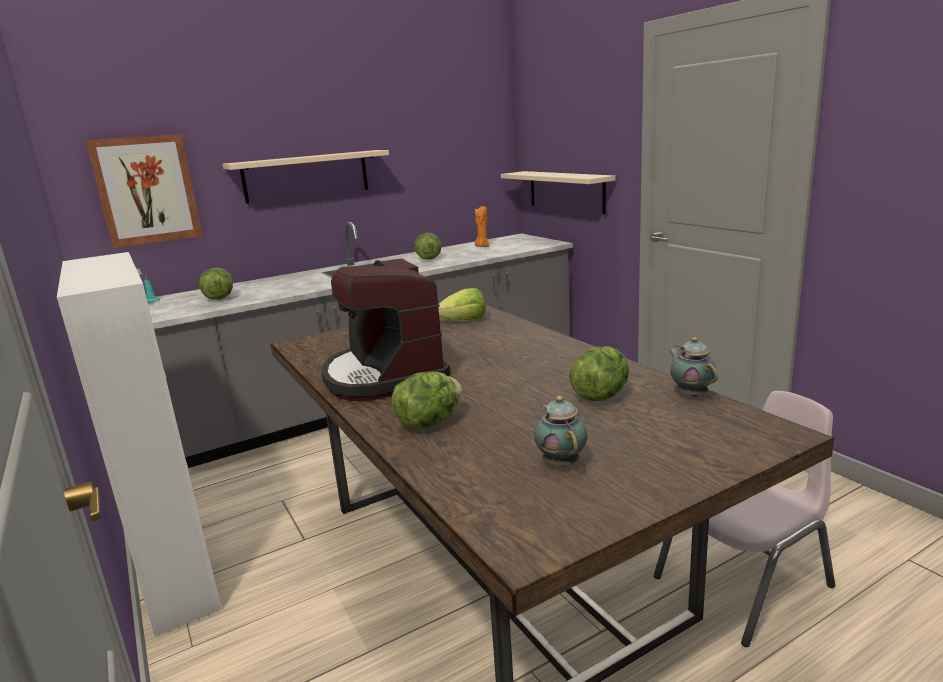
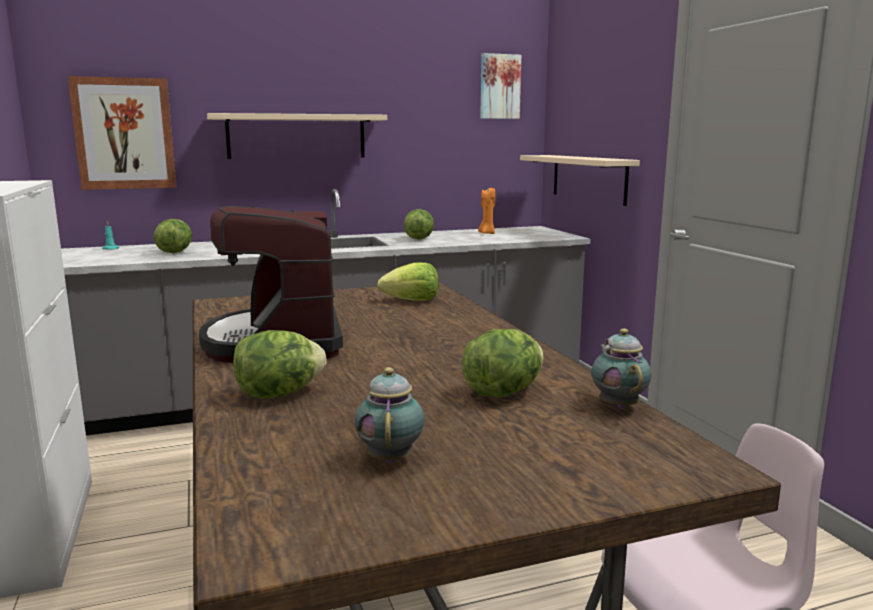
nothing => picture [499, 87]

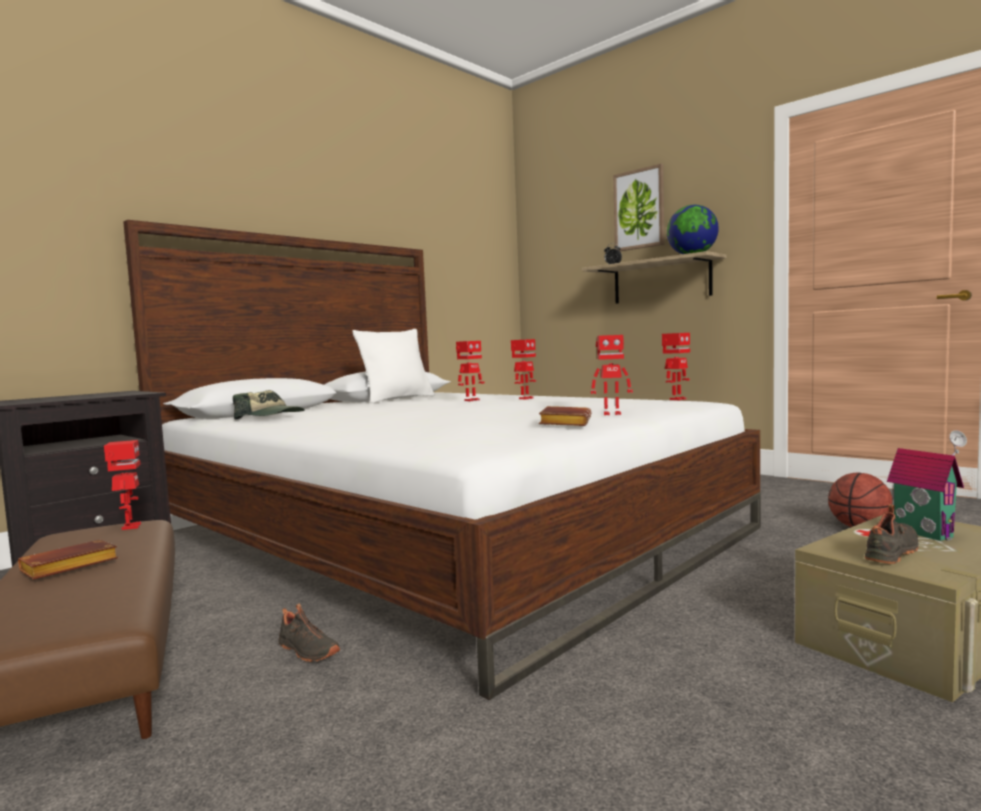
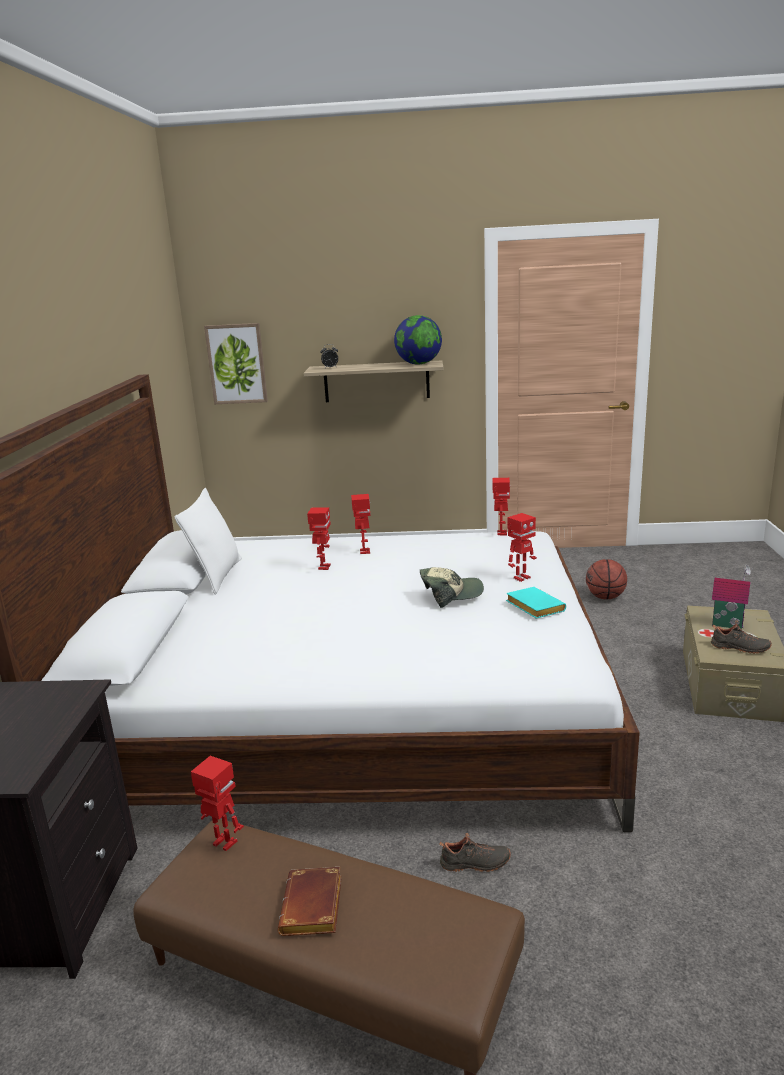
picture [639, 209] => picture [237, 364], relocated
cap [270, 417] => cap [451, 594], relocated
brown book [563, 423] => turquoise book [533, 607]
black shoe [893, 552] => black shoe [740, 648], 105 degrees clockwise

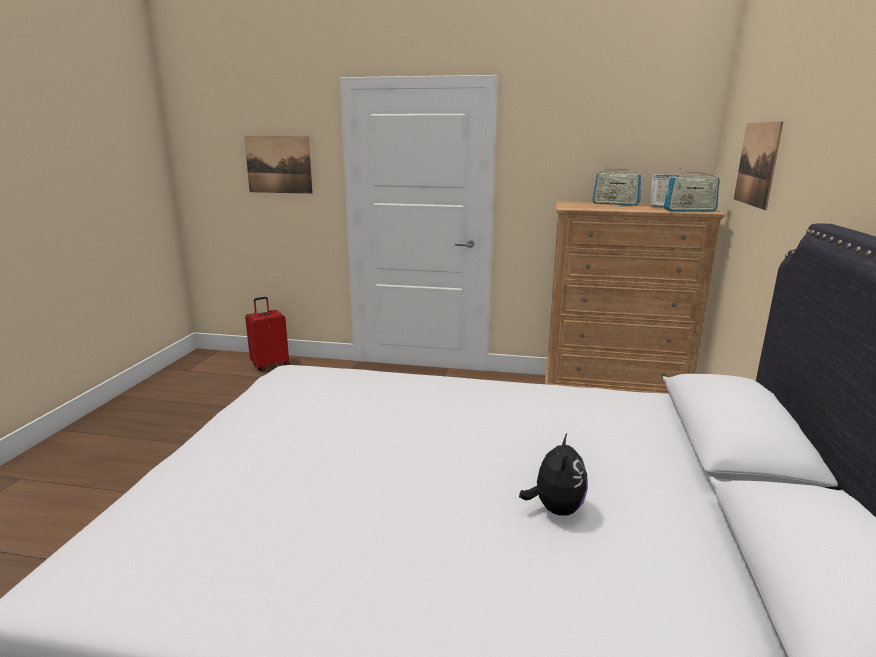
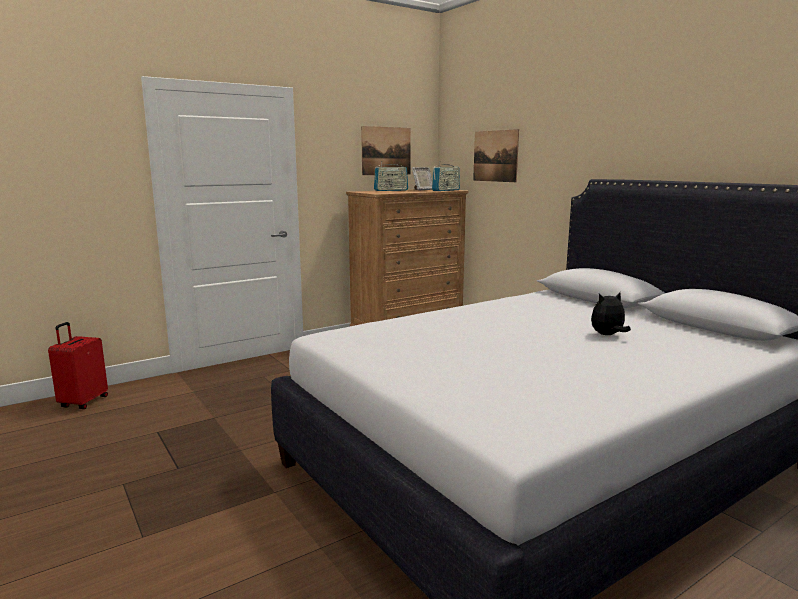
picture [278, 164] => picture [386, 151], relocated
plush toy [555, 509] => plush toy [607, 335], 75 degrees counterclockwise

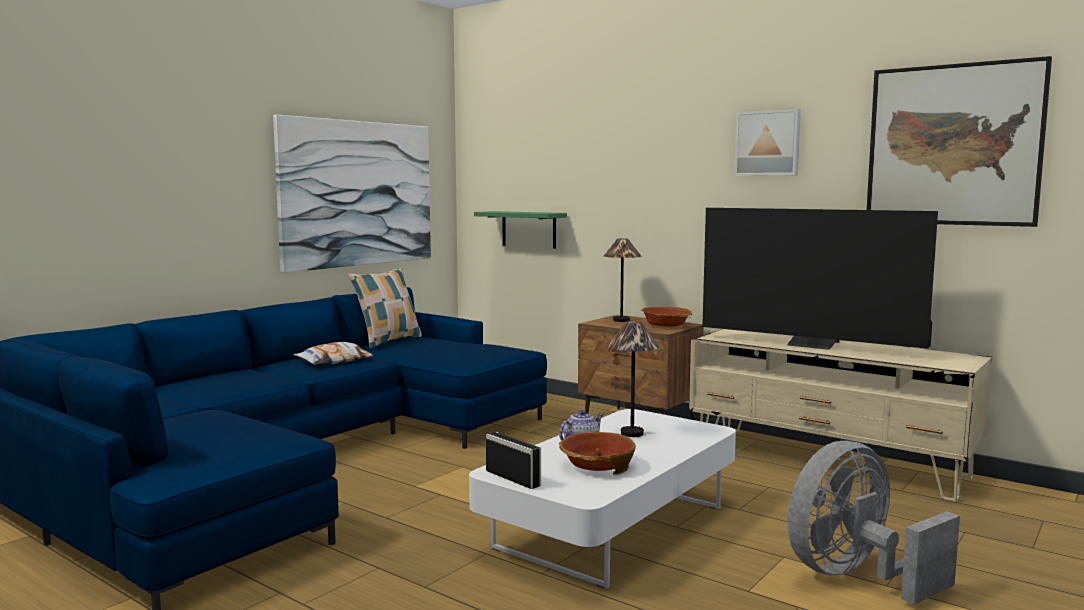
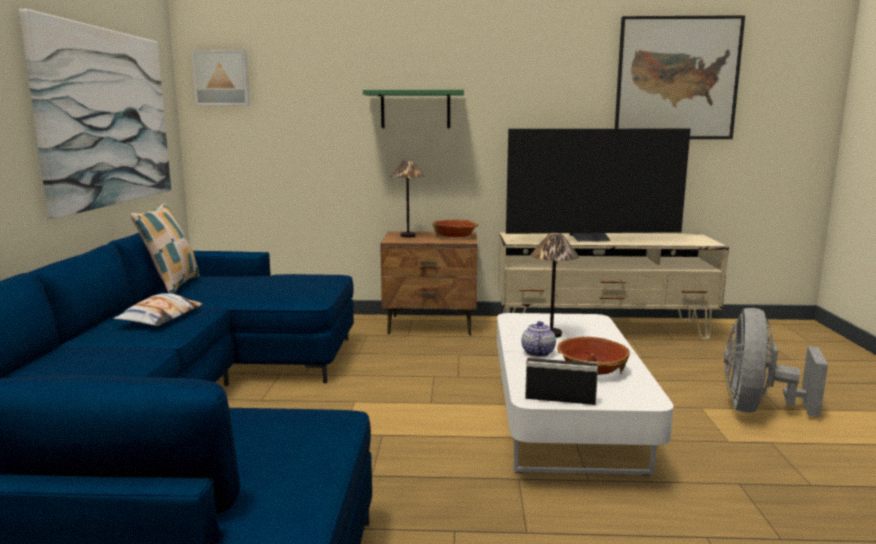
picture [768, 143] => picture [222, 78], relocated
green shelf [529, 229] => green shelf [415, 109], relocated

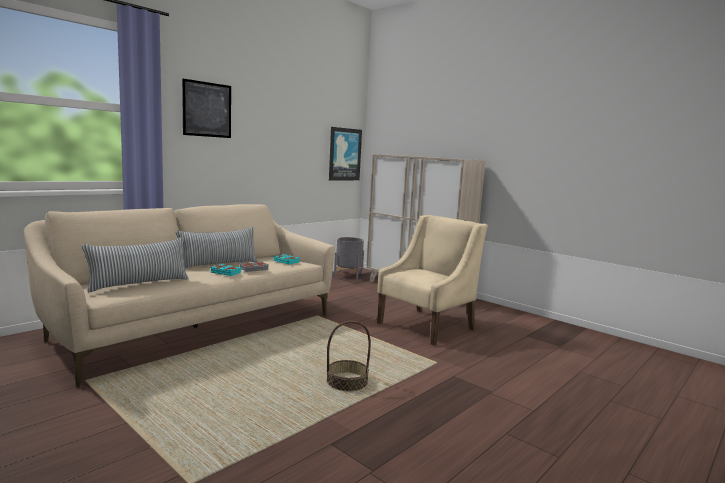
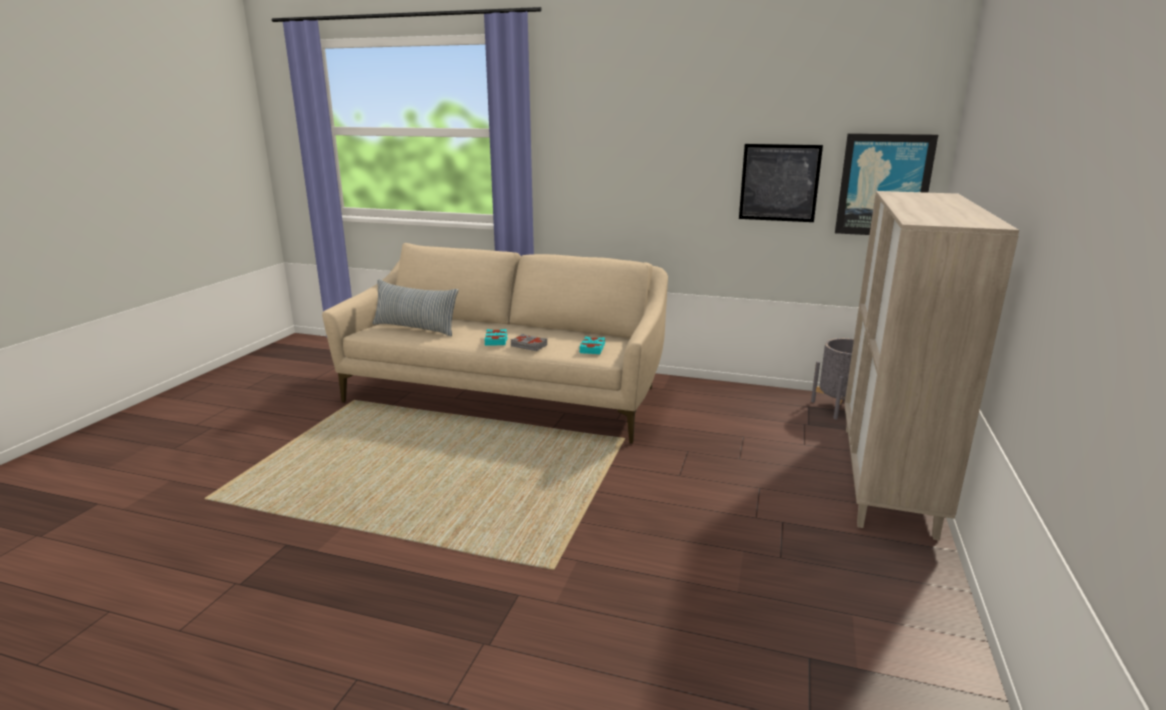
picture [207, 109] => picture [779, 183], relocated
beige armchair [427, 326] => nothing
pillow [218, 264] => nothing
basket [347, 382] => nothing

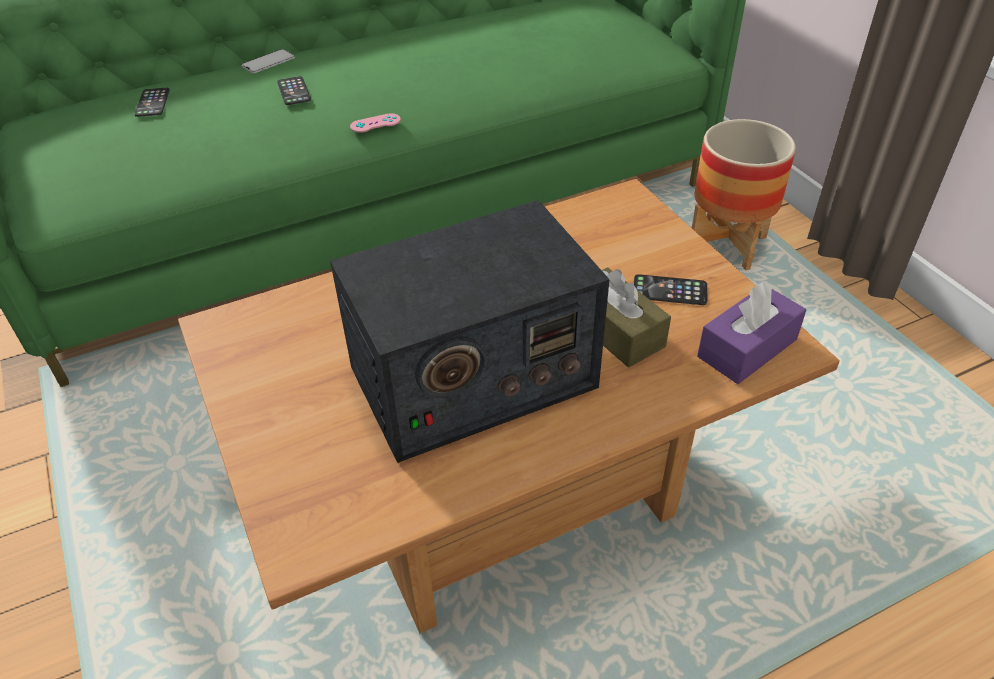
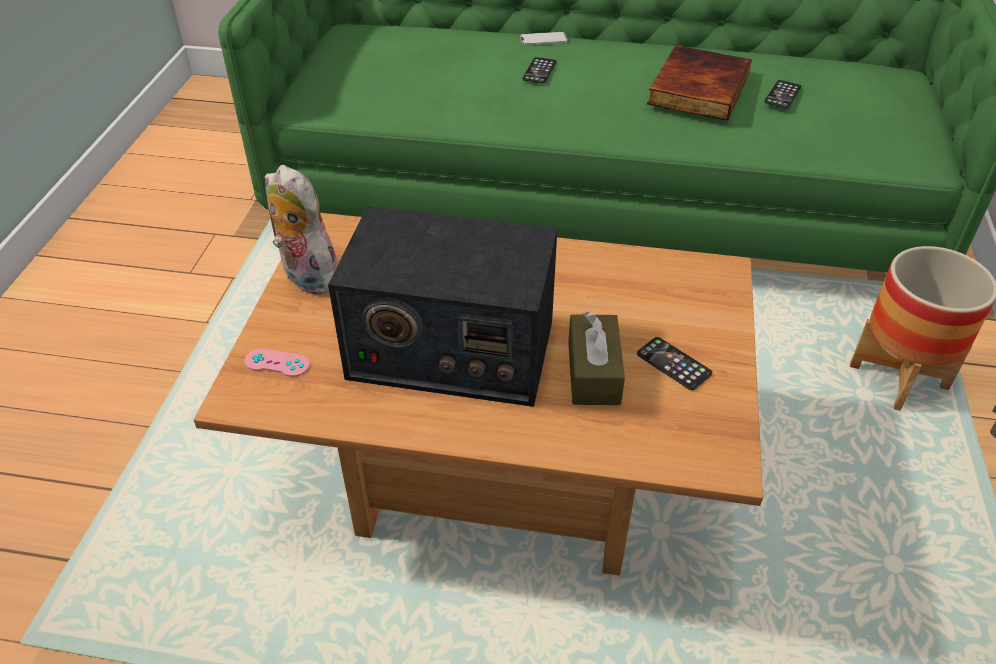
phone [152, 103] => phone [782, 95], relocated
pink game controller [375, 123] => pink game controller [277, 363], relocated
purple tissue box [747, 348] => nothing
nothing => book [696, 88]
nothing => plush toy [306, 277]

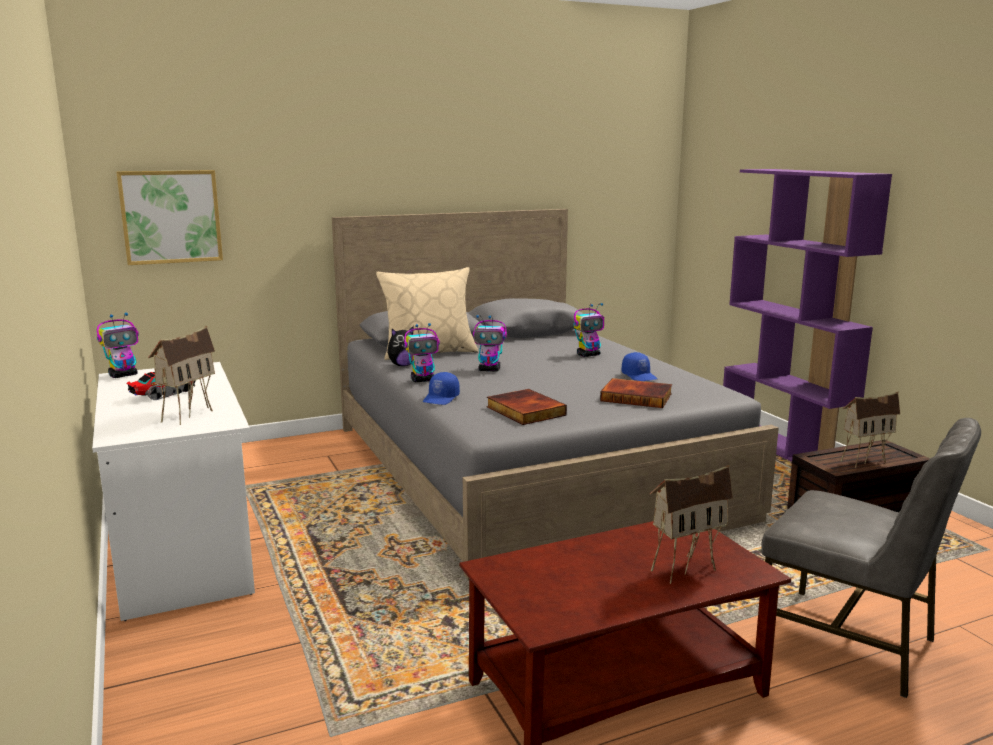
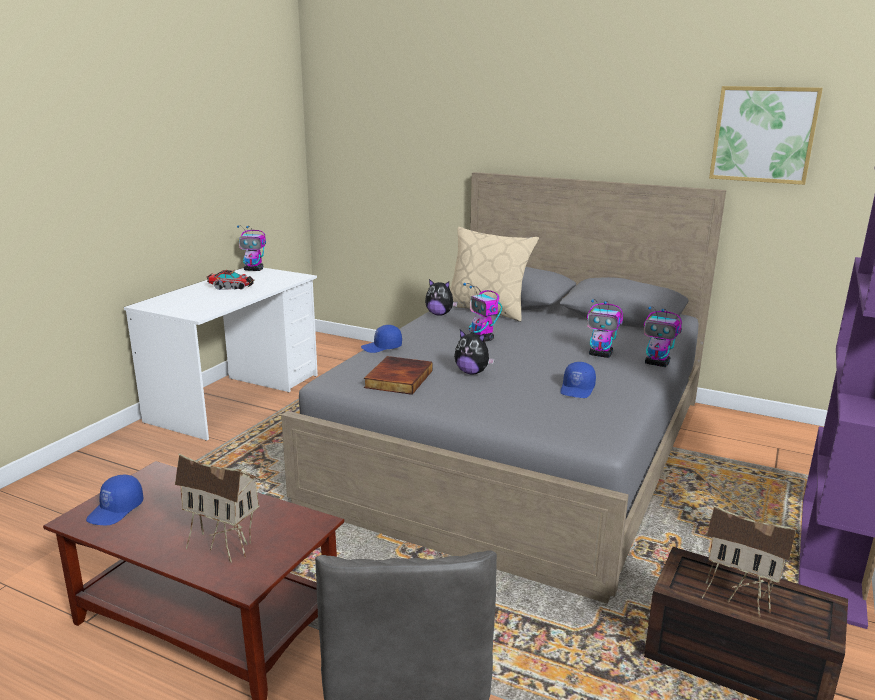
picture [171, 217] => picture [763, 134], relocated
toy robot [423, 380] => toy robot [657, 364], relocated
toy house [187, 414] => nothing
book [637, 397] => nothing
nothing => plush toy [472, 372]
nothing => blue cap [116, 510]

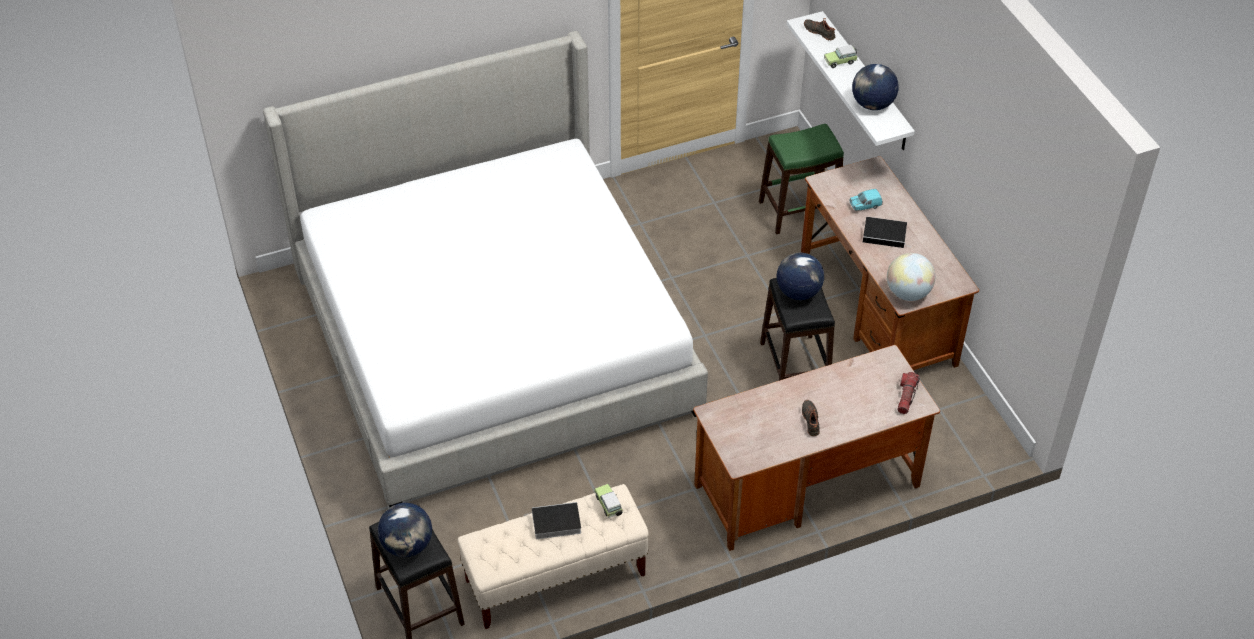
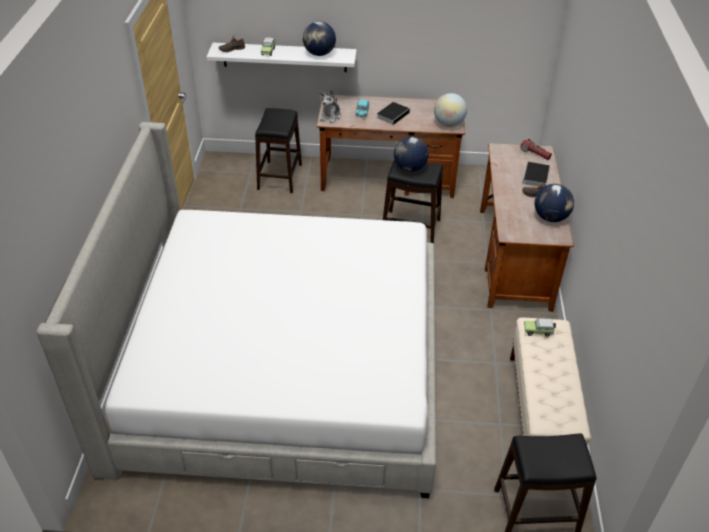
green stool [799, 211] => black stool [280, 177]
book [554, 523] => book [535, 177], relocated
globe [407, 545] => globe [551, 218], relocated
nothing => plush toy [331, 116]

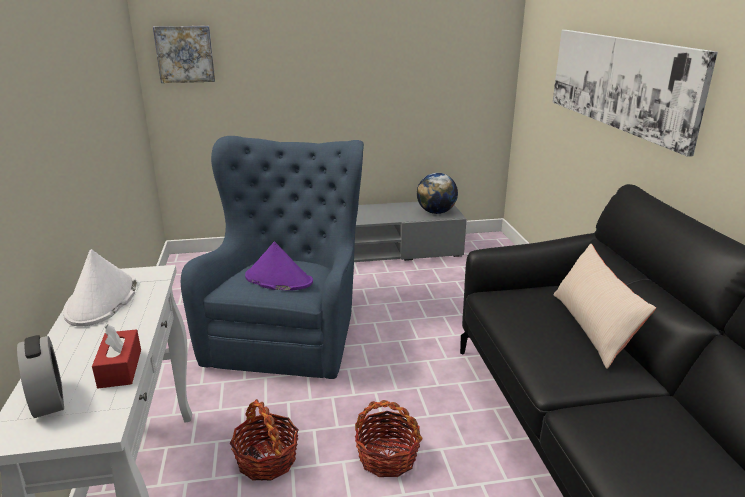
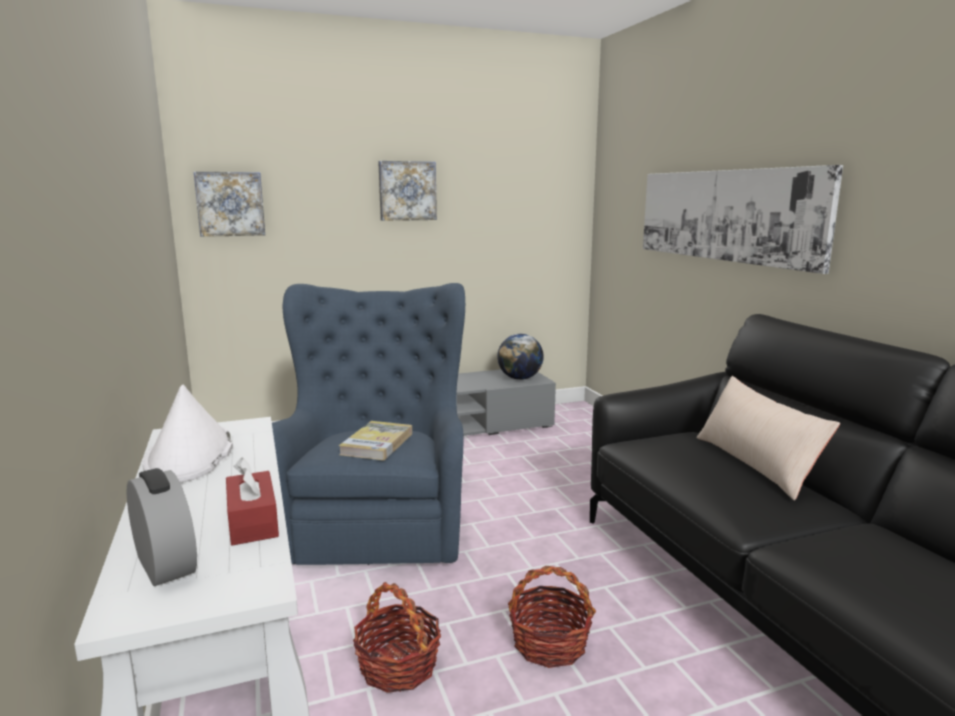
purple hat [278, 279] => book [377, 444]
nothing => picture [407, 191]

